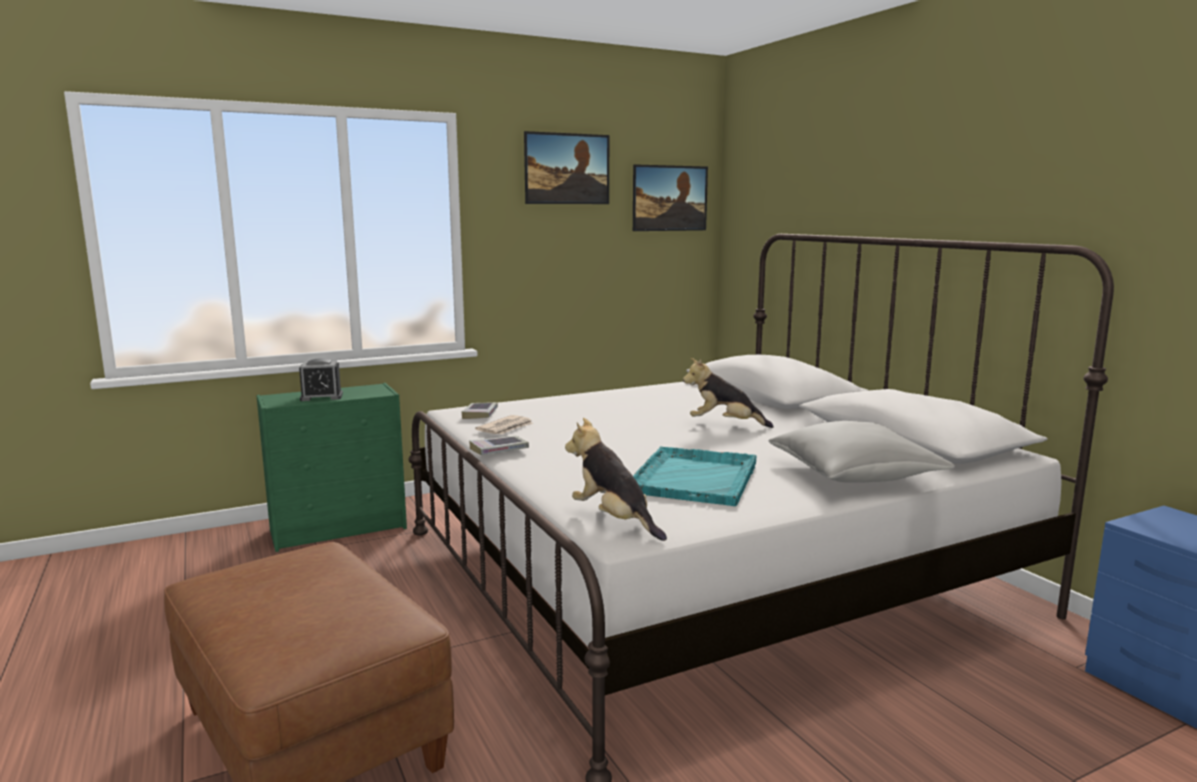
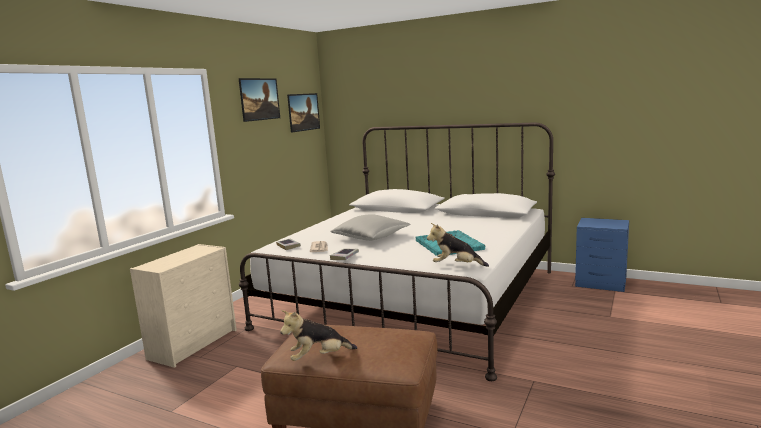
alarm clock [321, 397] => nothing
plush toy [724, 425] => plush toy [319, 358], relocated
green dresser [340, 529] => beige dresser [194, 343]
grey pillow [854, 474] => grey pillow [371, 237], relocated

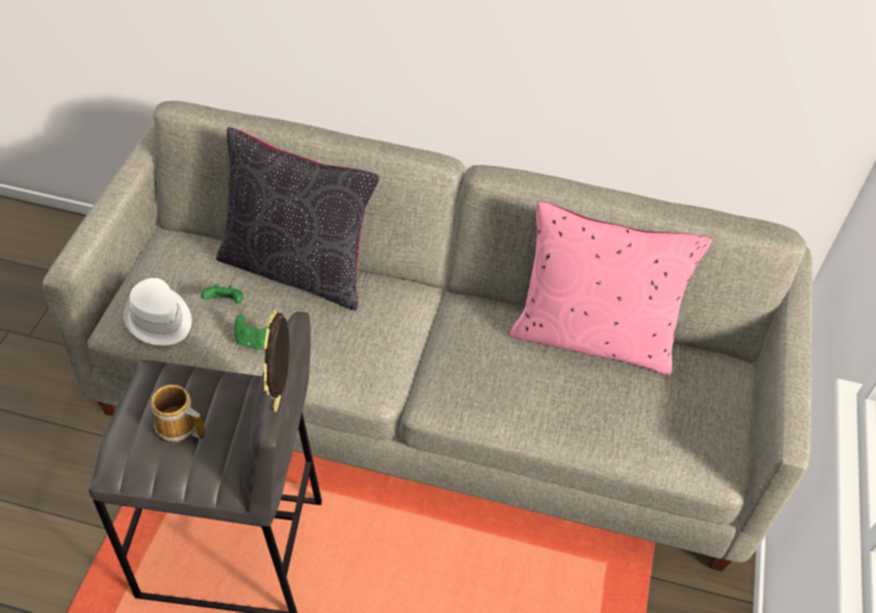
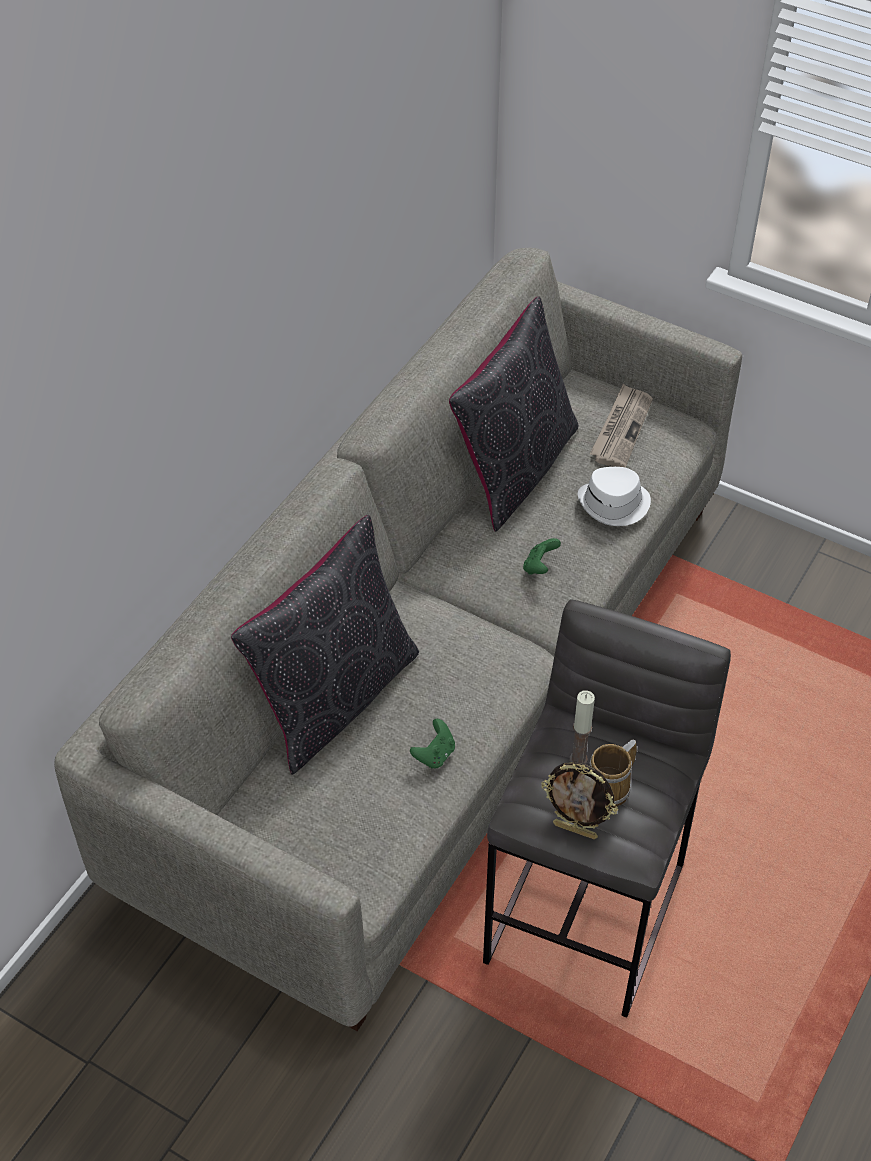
pink pillow [592, 336] => black pillow [514, 468]
white hat [158, 319] => white hat [614, 504], relocated
green game controller [225, 303] => green game controller [539, 567], relocated
picture frame [281, 395] => picture frame [575, 830], relocated
nothing => newspaper [621, 429]
nothing => candle [578, 759]

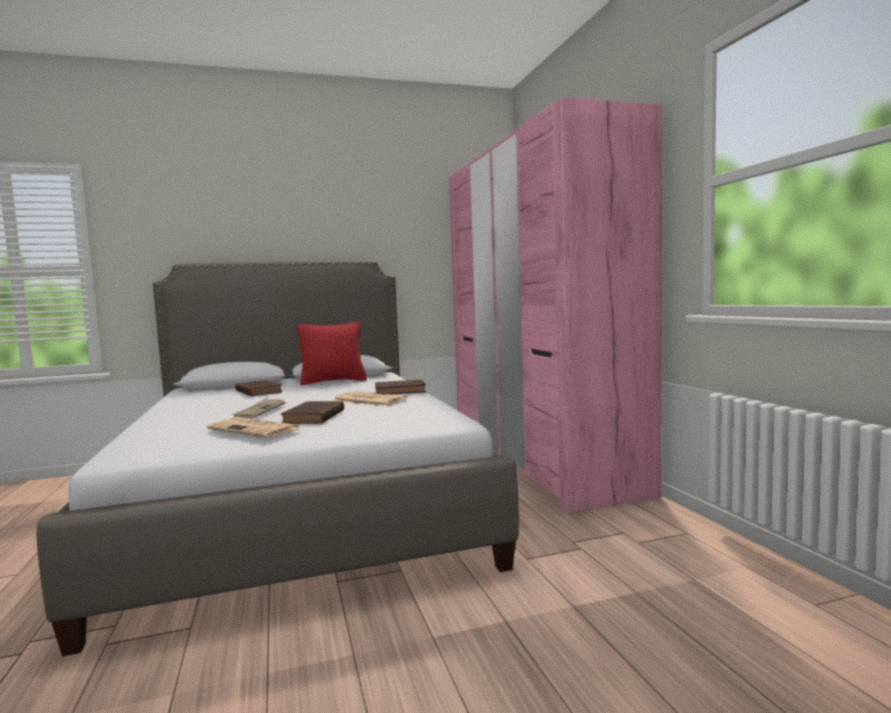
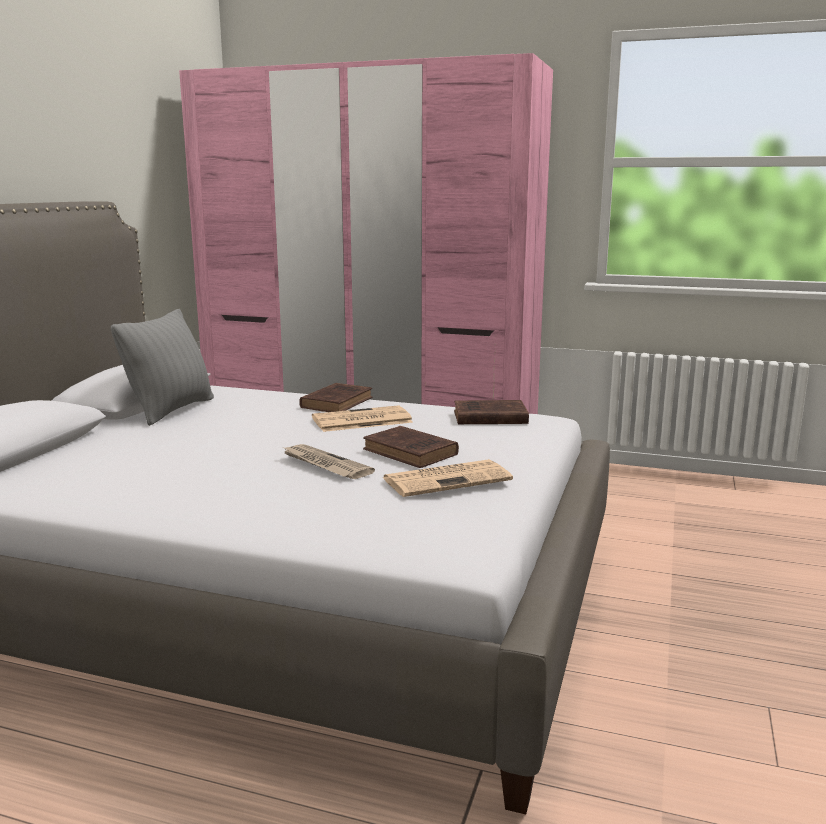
red pillow [333, 381] => grey pillow [171, 410]
brown book [258, 391] => brown book [488, 418], relocated

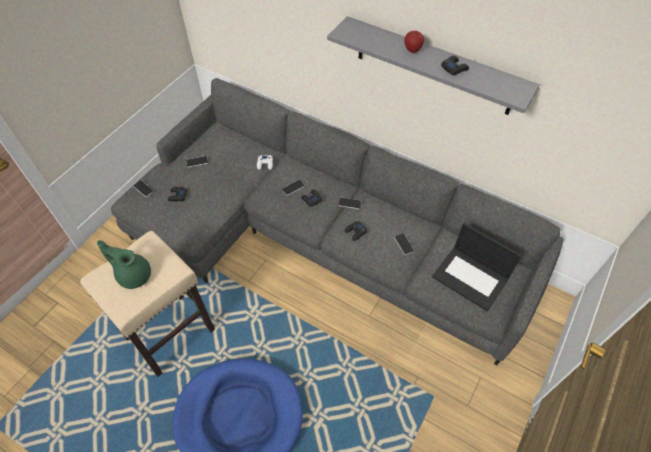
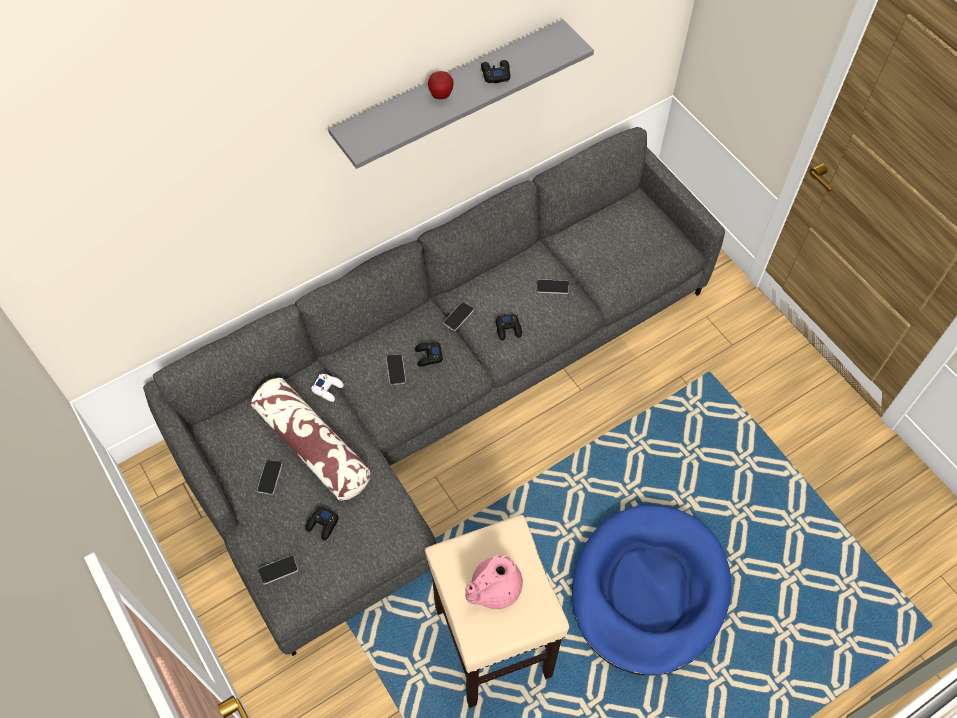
laptop [471, 278] => nothing
green teapot [133, 274] => pink teapot [493, 588]
nothing => pillow [312, 446]

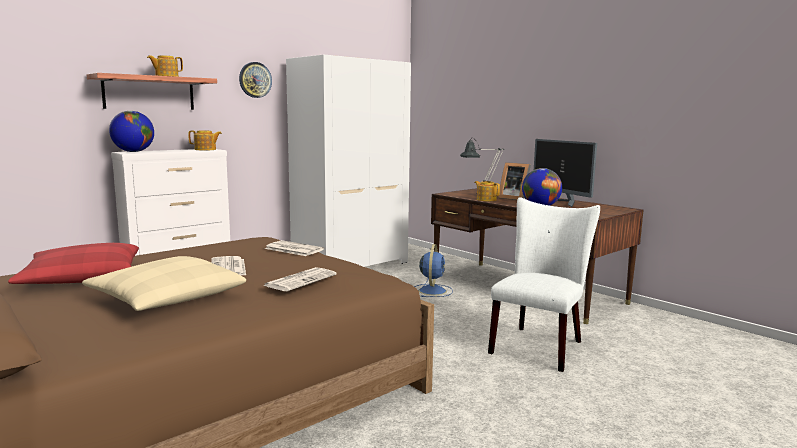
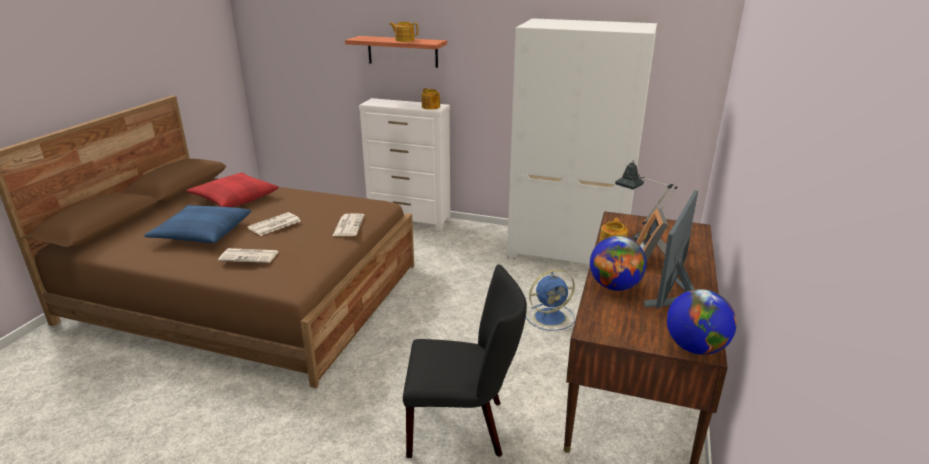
wall clock [255, 80] => nothing
globe [133, 151] => globe [695, 347], relocated
white chair [539, 345] => black chair [463, 426]
beige pillow [166, 298] => blue pillow [202, 233]

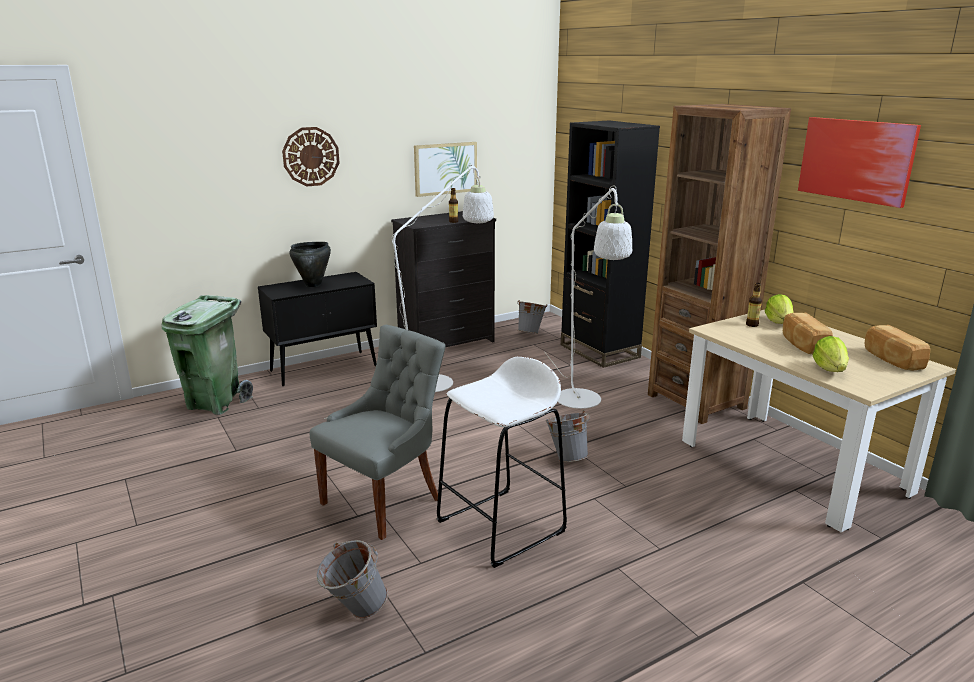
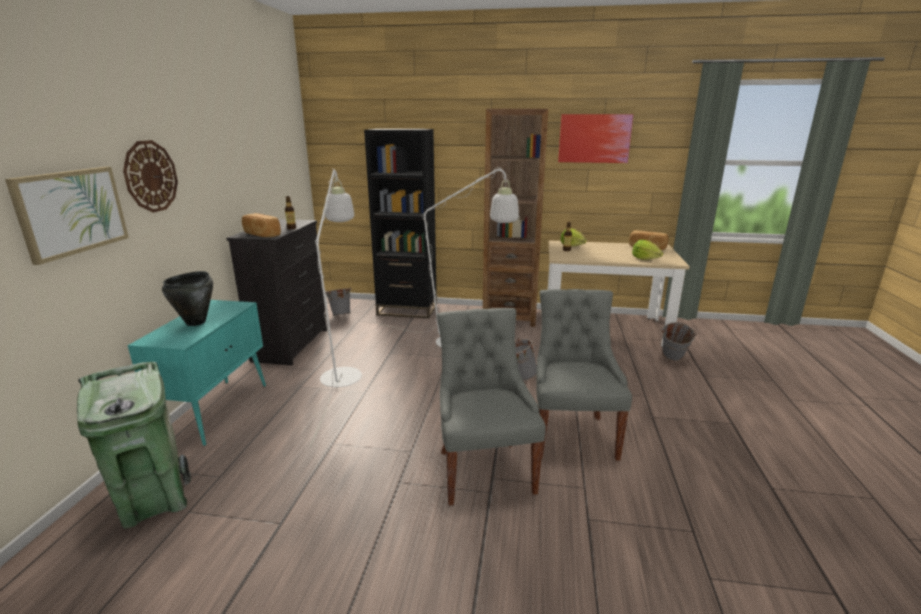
picture [445, 168] => picture [71, 212], relocated
black cabinet [325, 368] => turquoise cabinet [217, 410]
bread [803, 345] => bread [261, 234], relocated
white stool [501, 526] => grey chair [572, 435]
grey bucket [354, 611] => grey bucket [673, 360], relocated

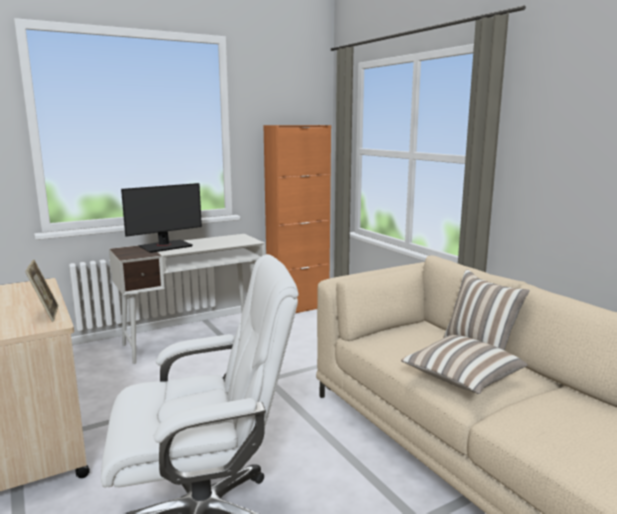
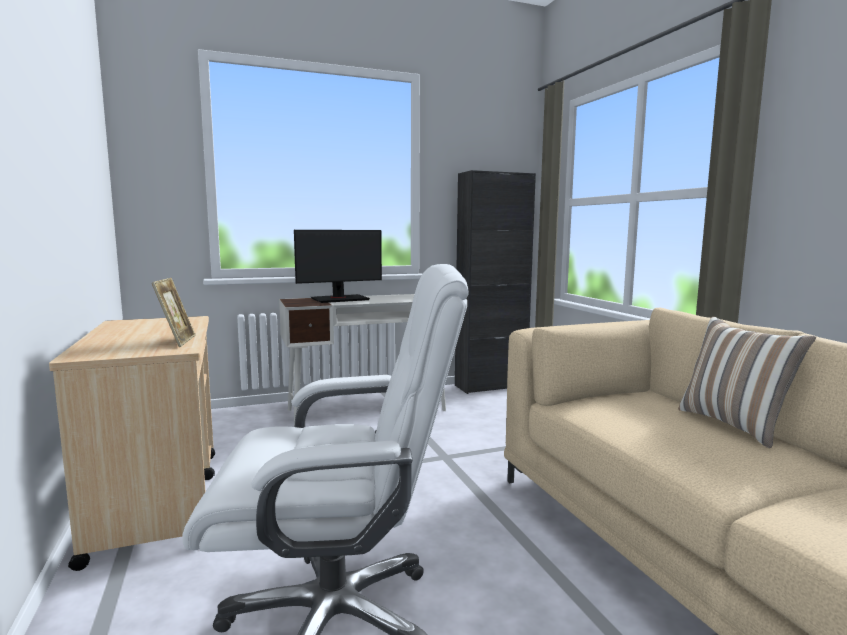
orange cabinet [298, 308] => black cabinet [490, 386]
pillow [461, 379] => nothing

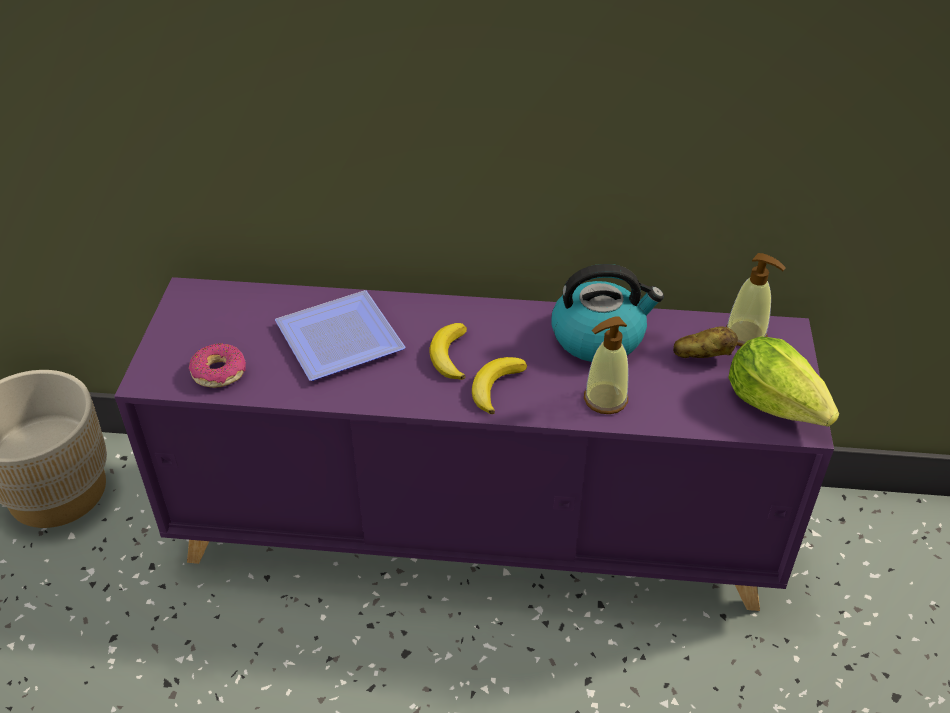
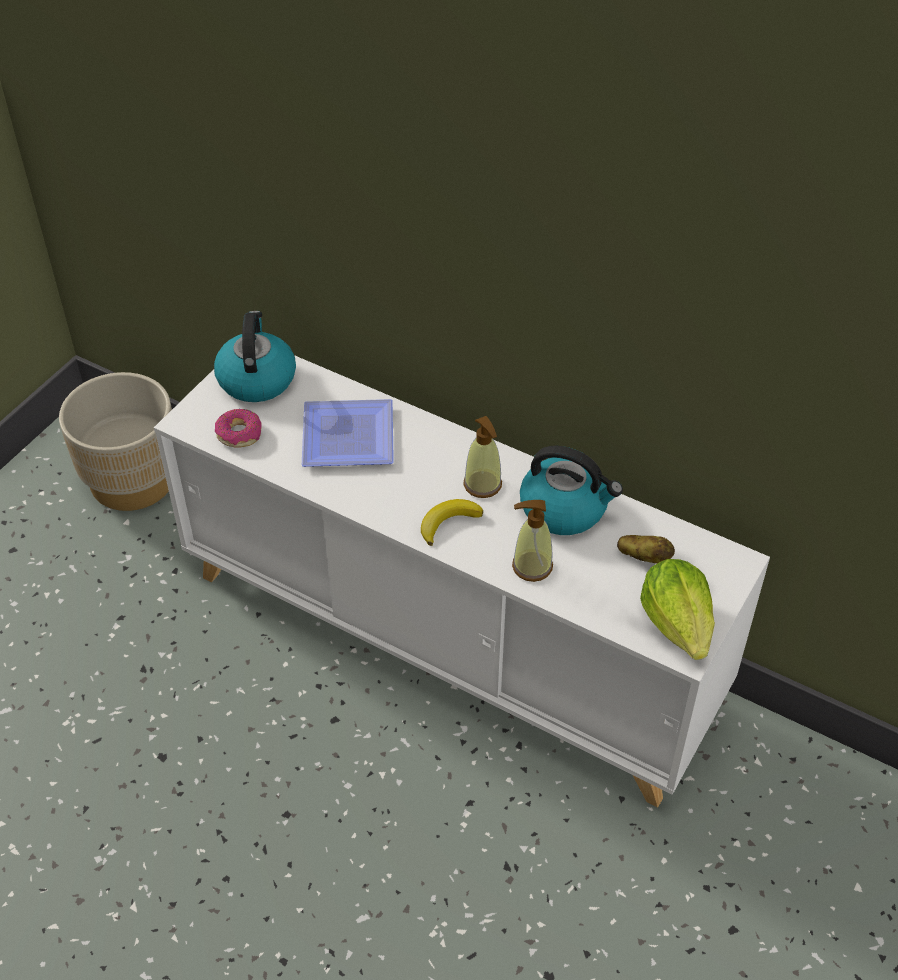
soap dispenser [746, 334] => soap dispenser [483, 485], relocated
purple cabinet [476, 529] => white cabinet [450, 639]
banana [449, 355] => nothing
nothing => kettle [256, 378]

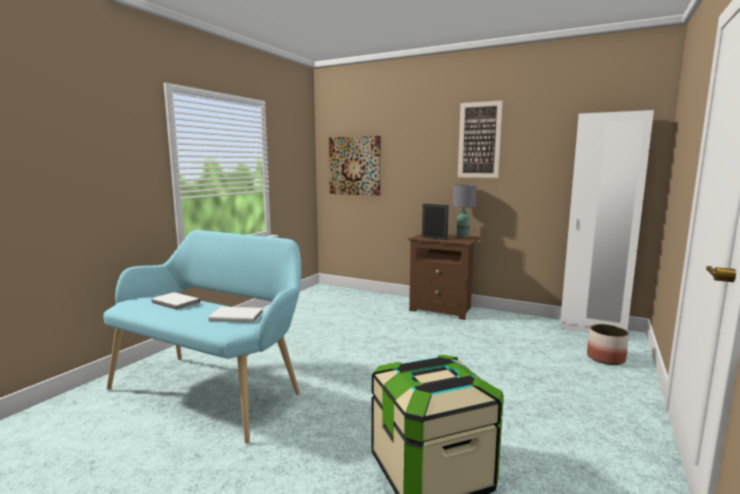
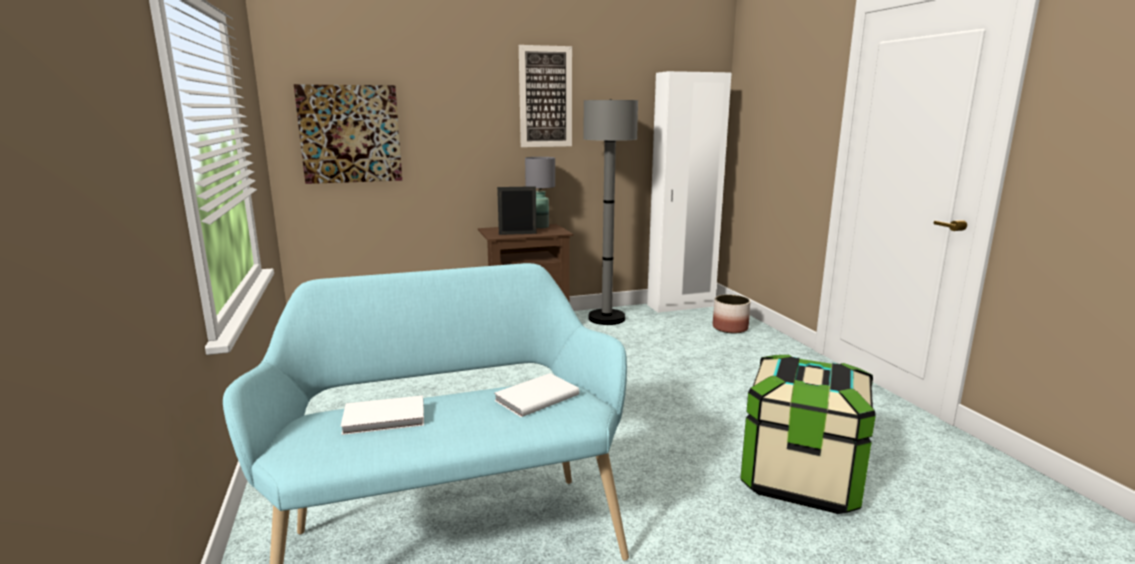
nothing => grey floor lamp [606, 318]

